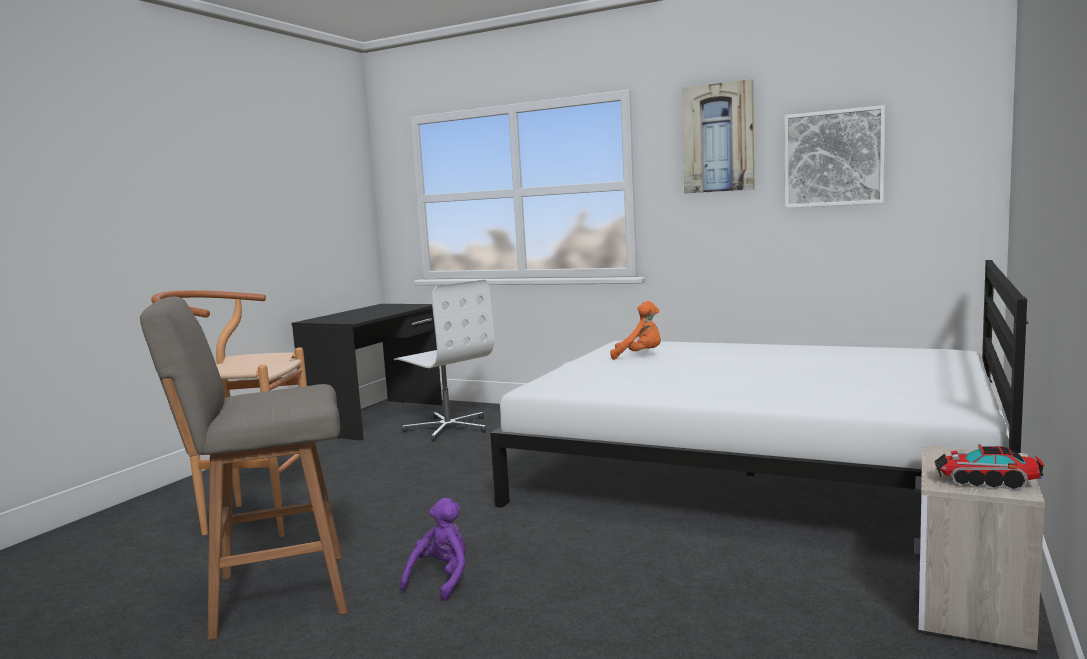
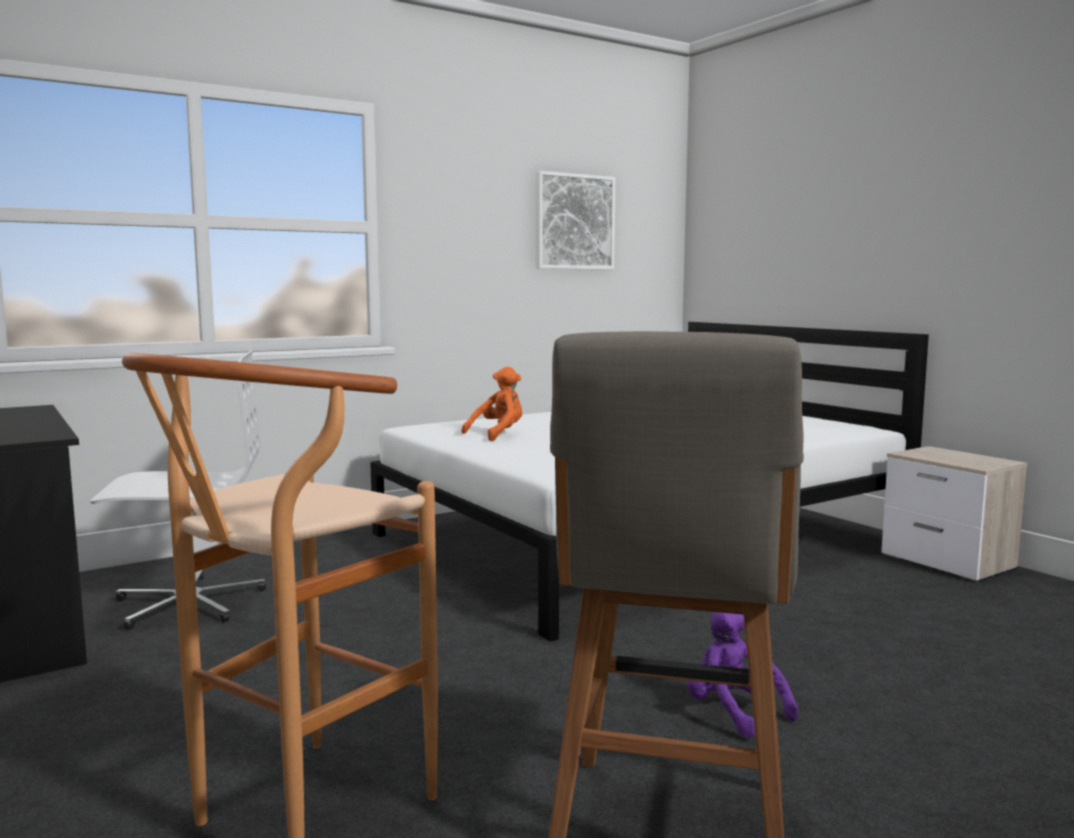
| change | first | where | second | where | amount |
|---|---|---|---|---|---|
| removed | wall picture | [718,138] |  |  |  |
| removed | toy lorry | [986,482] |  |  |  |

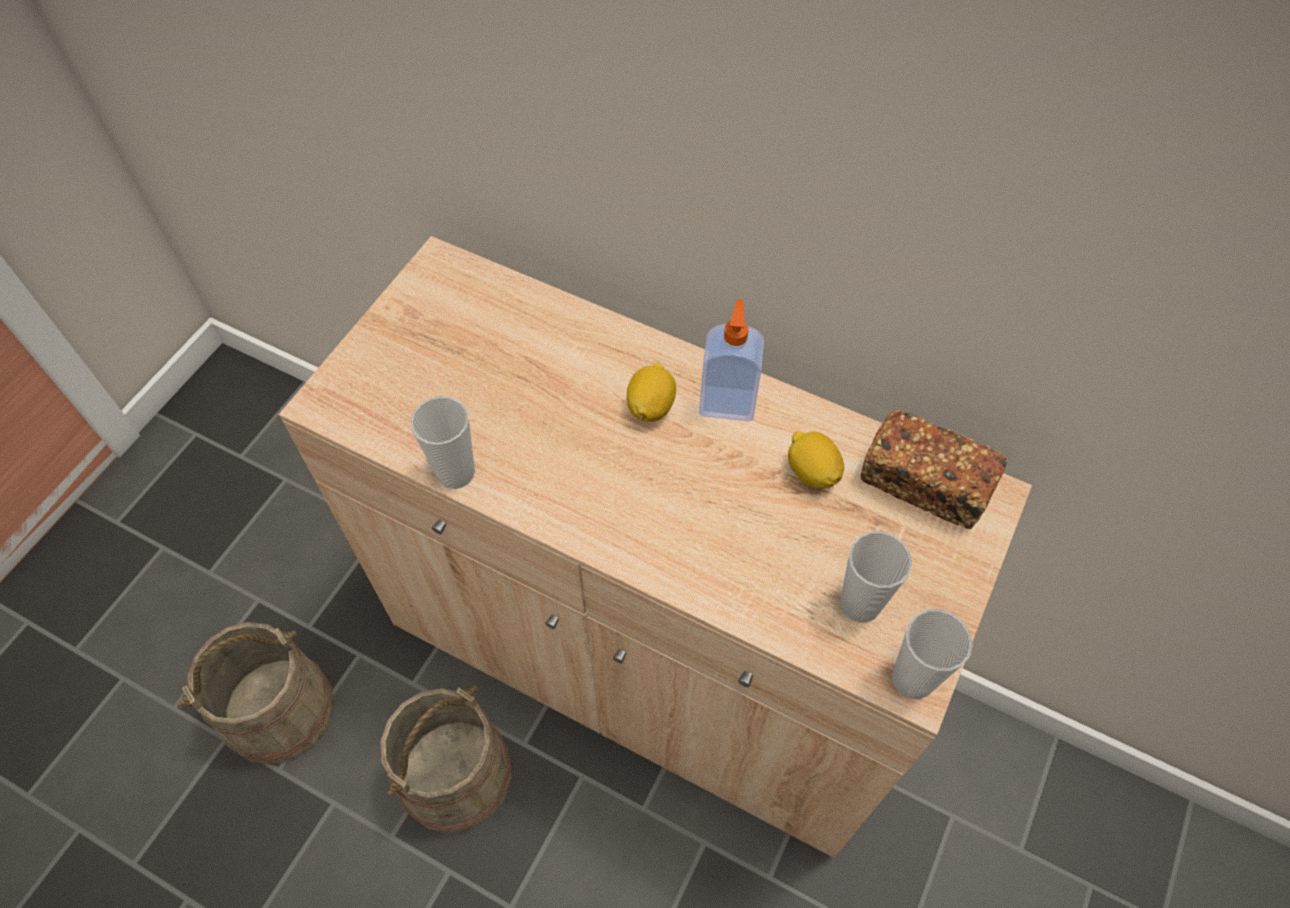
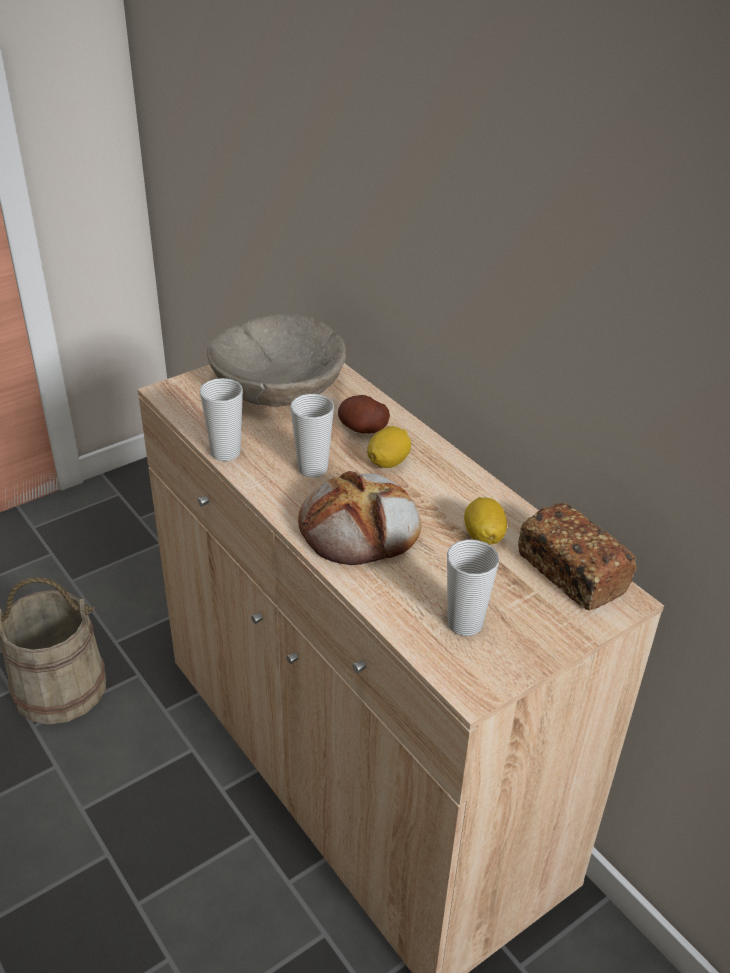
| change | first | where | second | where | amount |
|---|---|---|---|---|---|
| removed | beige pail | [455,774] |  |  |  |
| removed | liquid soap bottle | [727,402] |  |  |  |
| added |  |  | beige serving bowl | [278,384] |  |
| added |  |  | bakery bread | [361,527] |  |
| added |  |  | whole potato | [363,428] |  |
| moved | drinking cup | [912,679] |  | [313,469] |  |

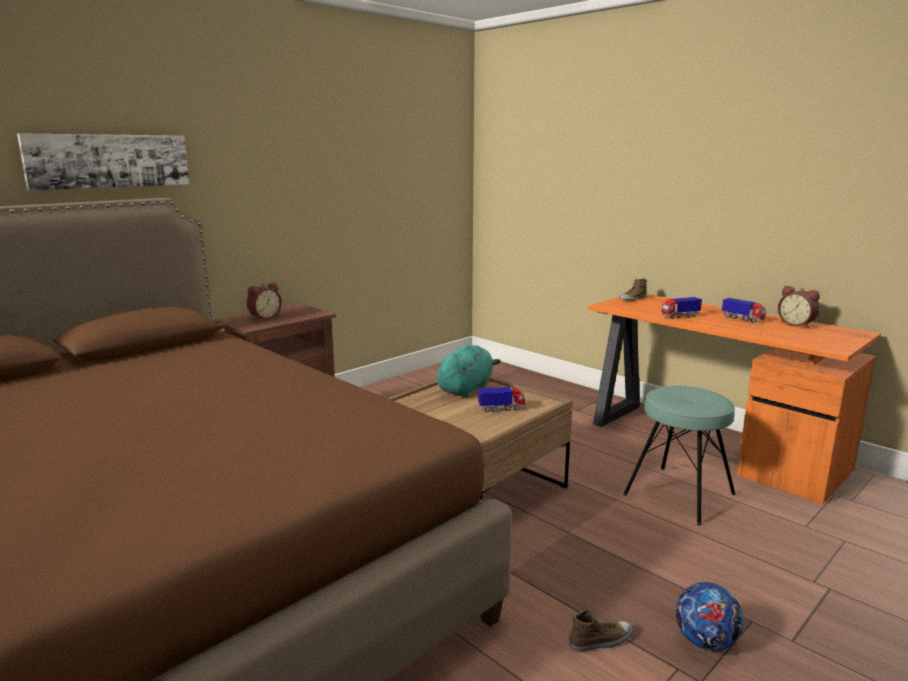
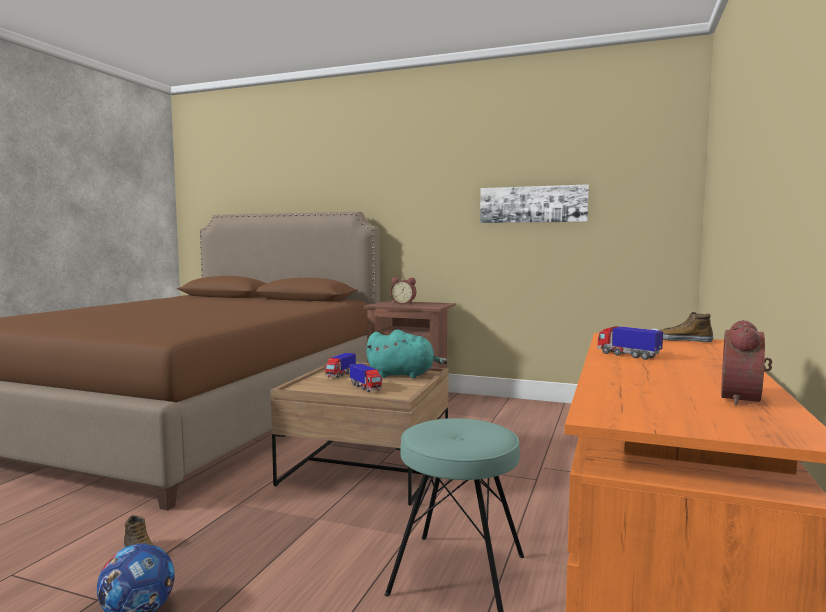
| change | first | where | second | where | amount |
|---|---|---|---|---|---|
| moved | wall picture | [109,161] |  | [533,204] |  |
| moved | toy lorry | [743,319] |  | [340,374] |  |

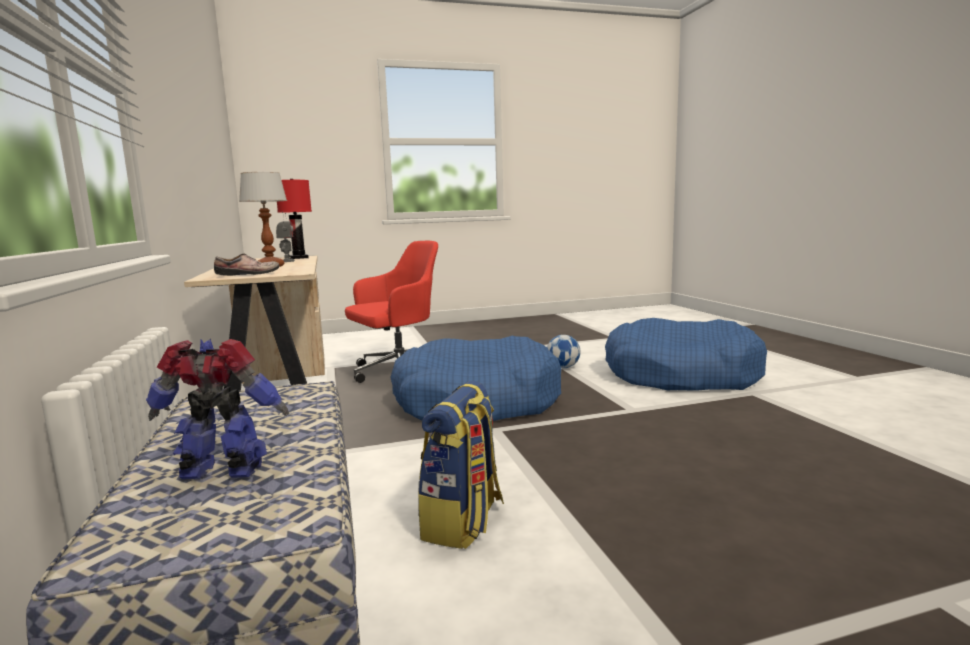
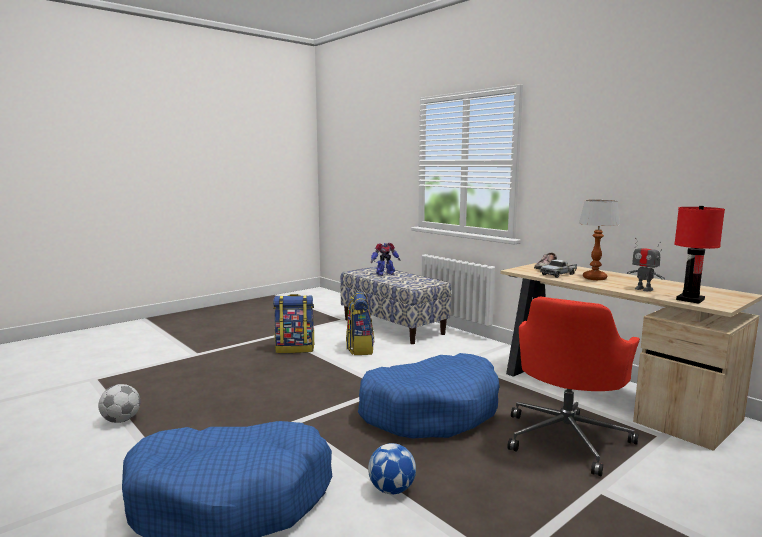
| change | first | where | second | where | amount |
|---|---|---|---|---|---|
| added |  |  | ball for football | [121,420] |  |
| added |  |  | knapsack | [295,349] |  |
| added |  |  | toy lorry | [559,274] |  |

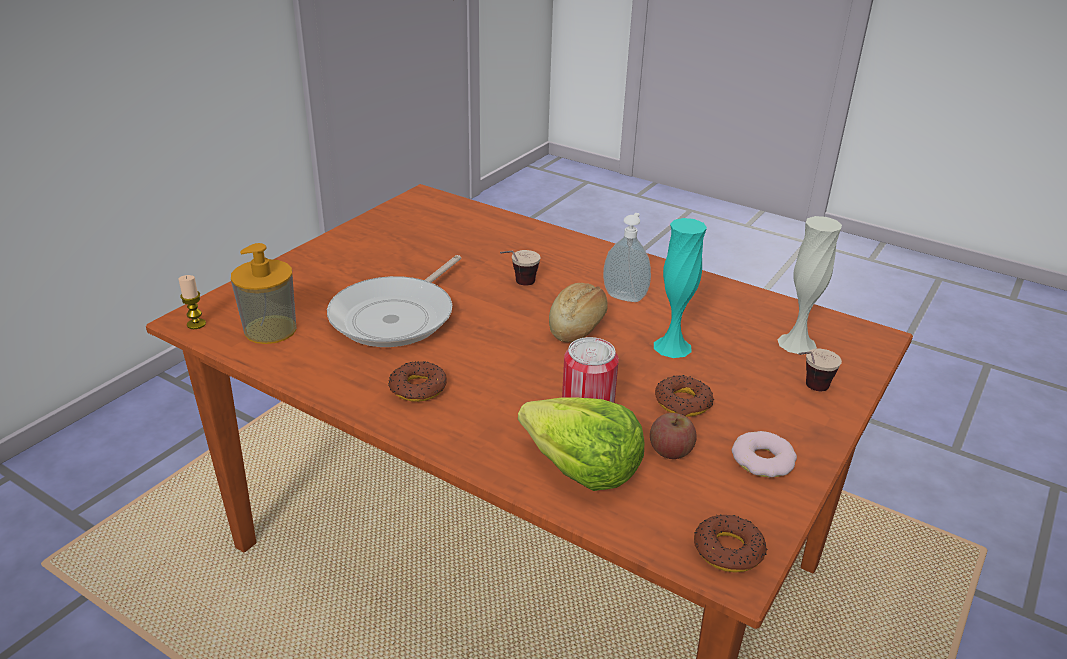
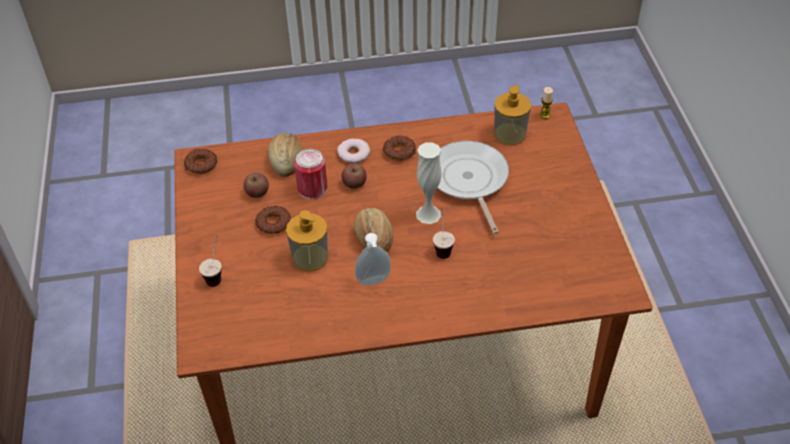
| change | first | where | second | where | amount |
|---|---|---|---|---|---|
| added |  |  | whole apple | [354,183] |  |
| moved | donut | [763,460] |  | [353,154] |  |
| moved | white decorative vase | [797,343] |  | [428,214] |  |
| replaced | head of lettuce | [581,469] | bakery bread | [286,161] |  |
| replaced | turquoise-coloured decorative vase | [672,347] | liquid soap bottle | [310,258] |  |

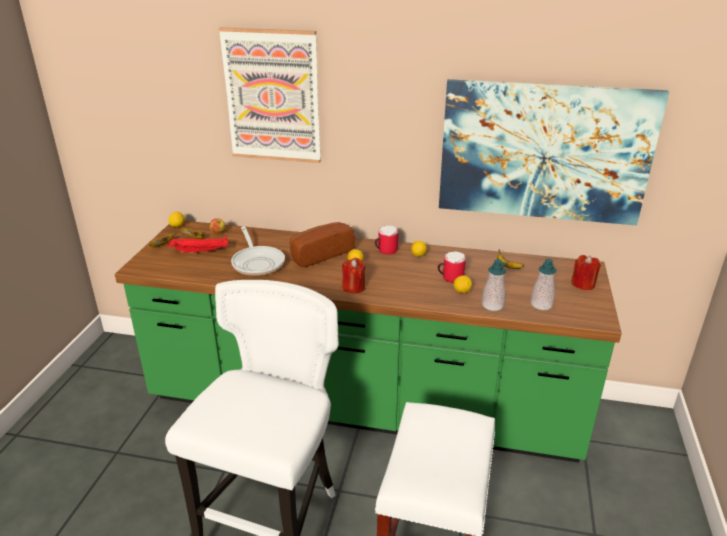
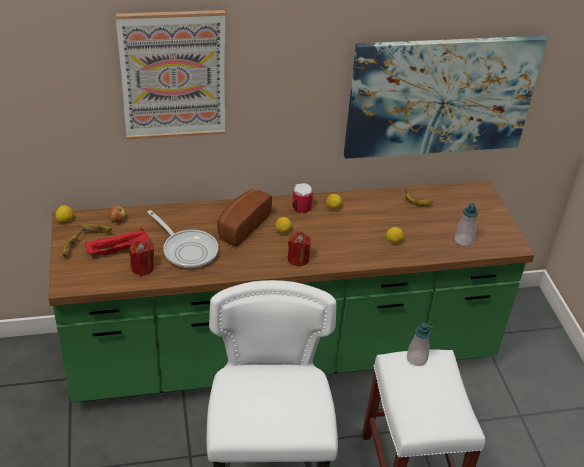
| change | first | where | second | where | amount |
|---|---|---|---|---|---|
| removed | coffee mug | [450,277] |  |  |  |
| moved | liquid soap bottle | [492,305] |  | [416,359] |  |
| moved | red candle | [583,284] |  | [142,268] |  |

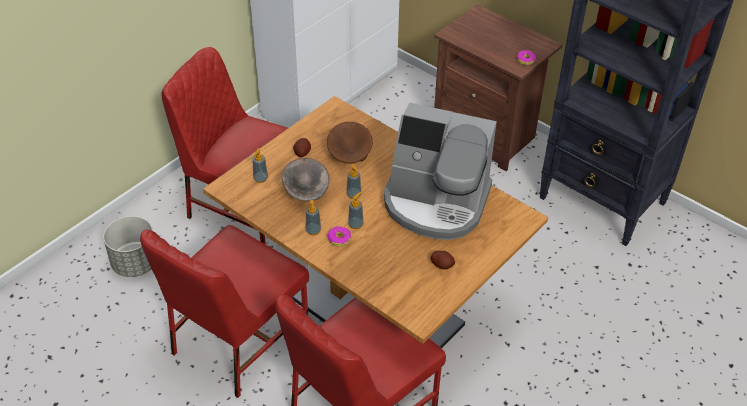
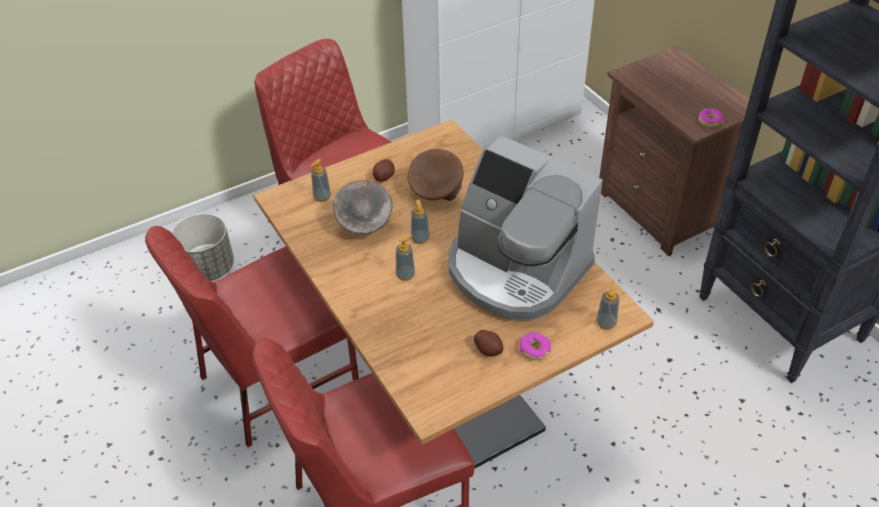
| change | first | where | second | where | amount |
|---|---|---|---|---|---|
| moved | liquid soap bottle | [313,230] |  | [606,323] |  |
| moved | donut | [339,239] |  | [534,349] |  |

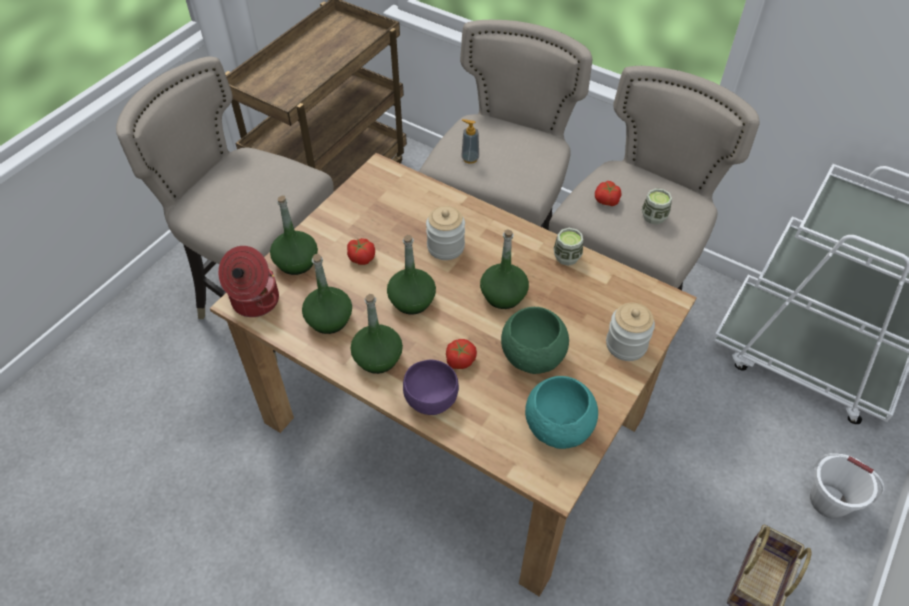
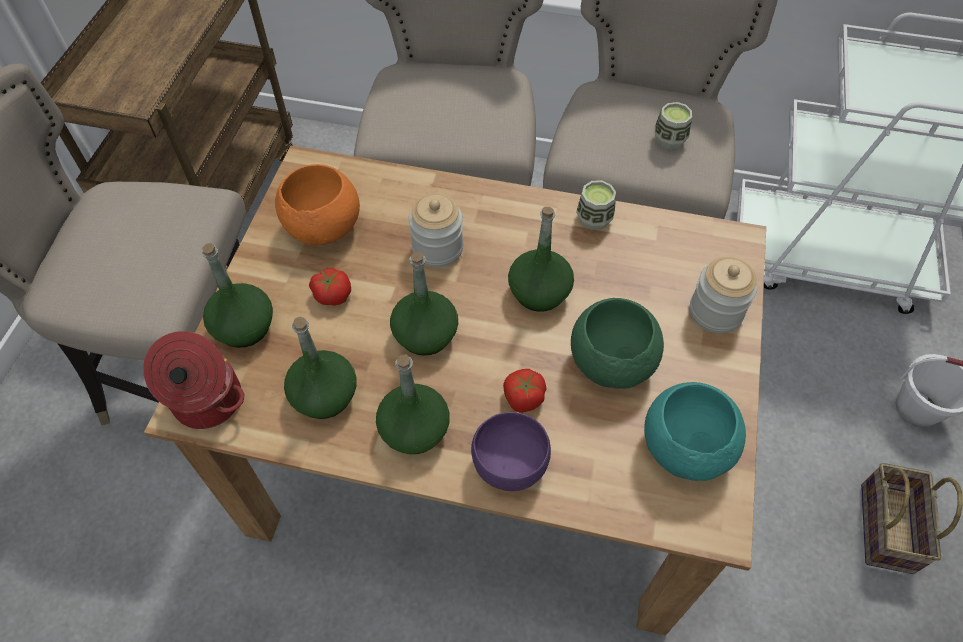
| change | first | where | second | where | amount |
|---|---|---|---|---|---|
| removed | liquid soap bottle | [470,158] |  |  |  |
| removed | fresh tomato | [606,200] |  |  |  |
| added |  |  | orange serving bowl | [321,226] |  |

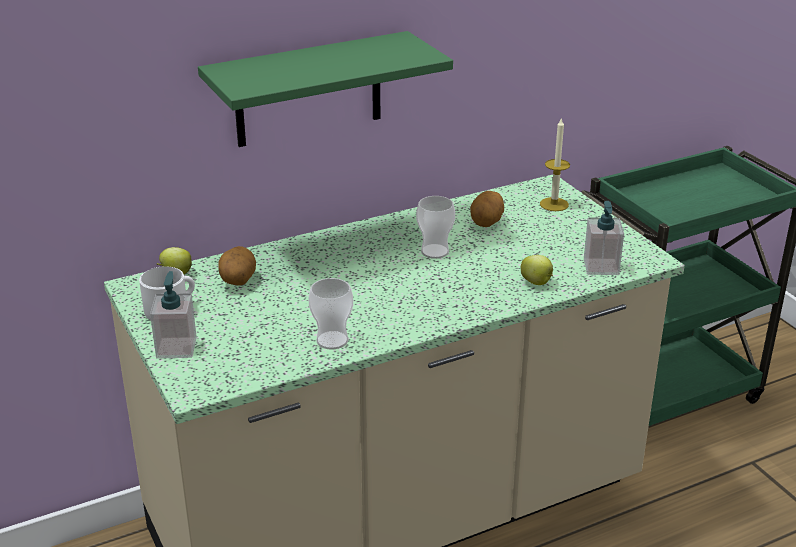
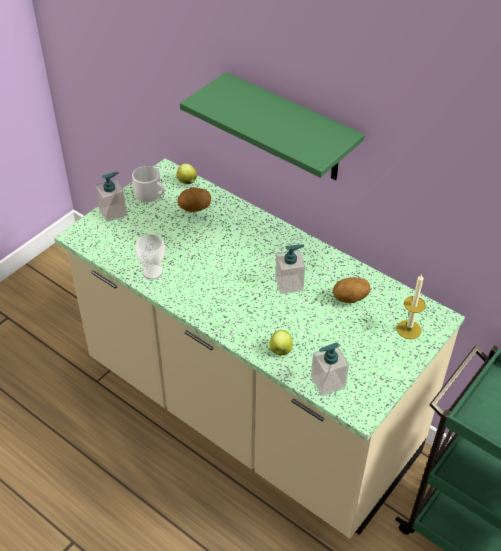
| change | first | where | second | where | amount |
|---|---|---|---|---|---|
| replaced | drinking cup | [435,251] | liquid soap bottle | [289,284] |  |

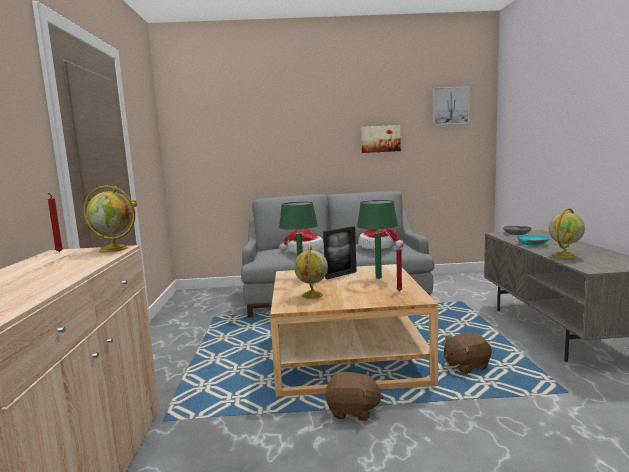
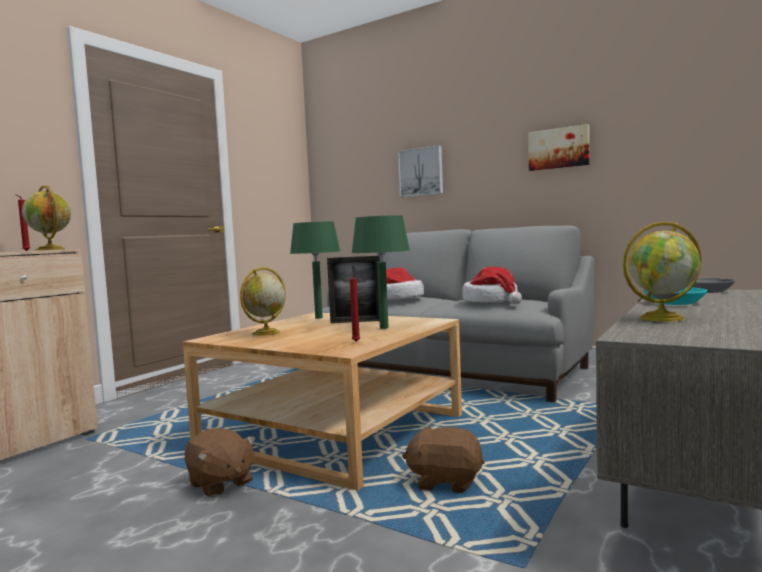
| change | first | where | second | where | amount |
|---|---|---|---|---|---|
| moved | wall picture | [450,106] |  | [421,172] |  |

